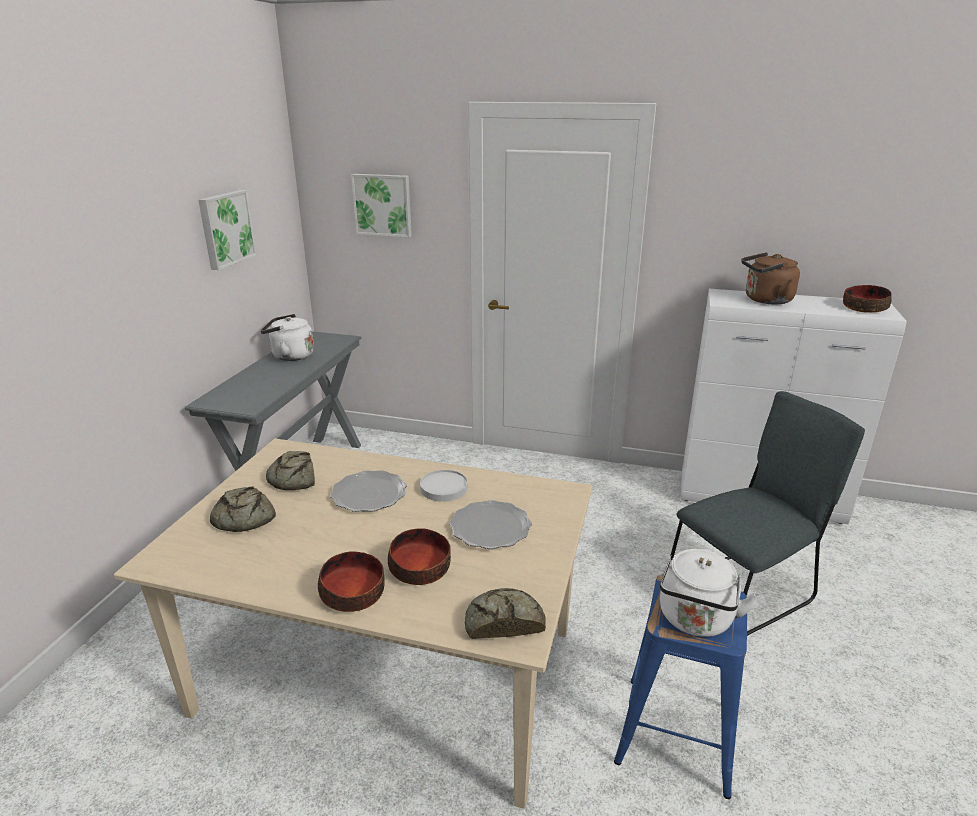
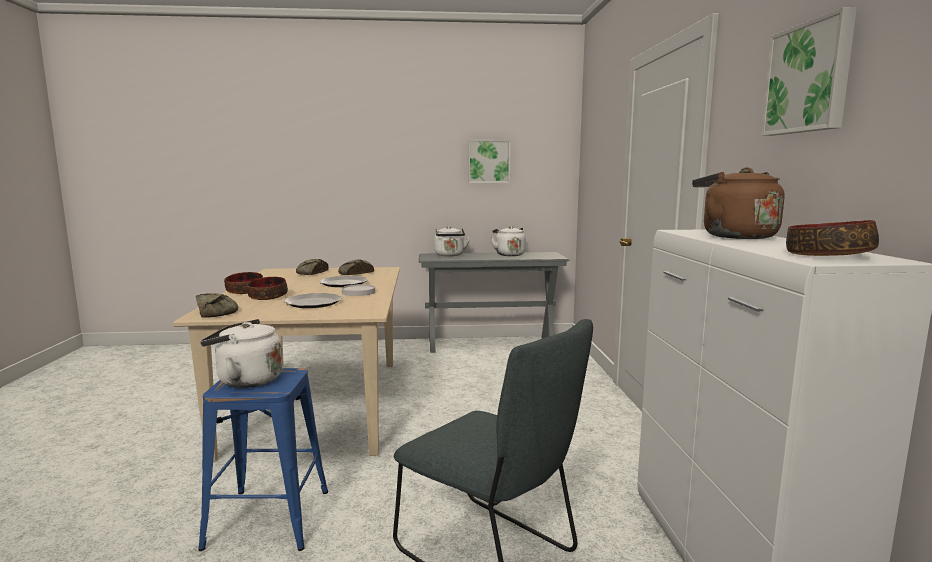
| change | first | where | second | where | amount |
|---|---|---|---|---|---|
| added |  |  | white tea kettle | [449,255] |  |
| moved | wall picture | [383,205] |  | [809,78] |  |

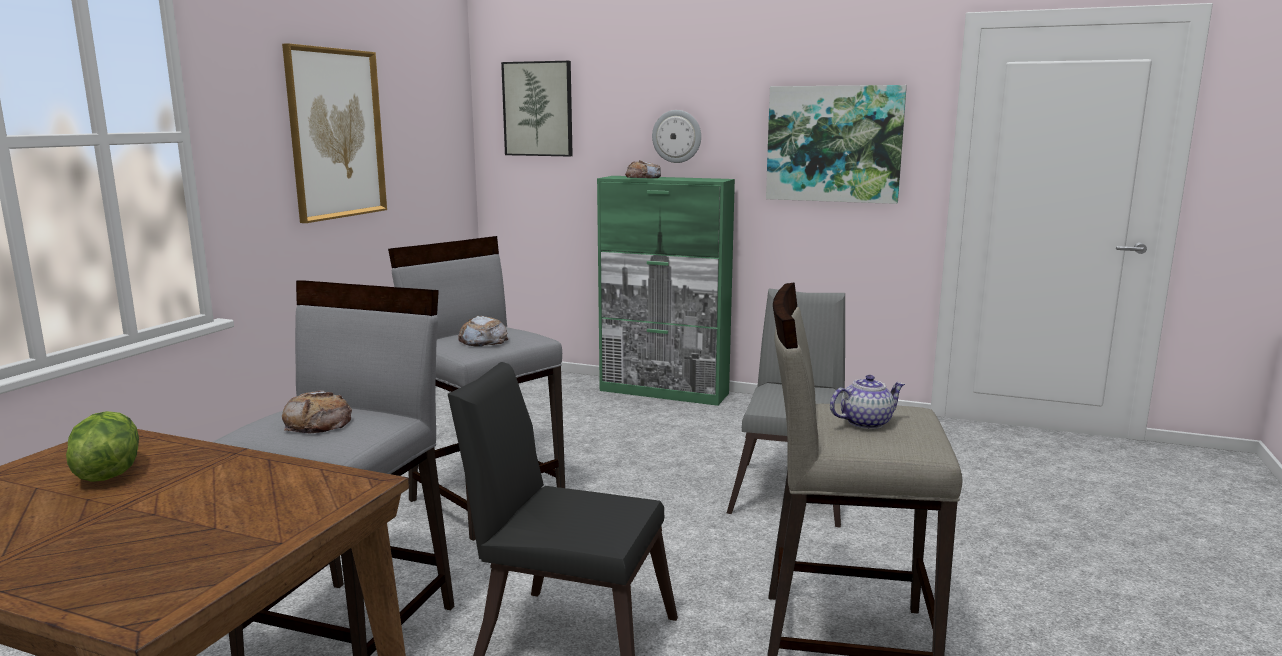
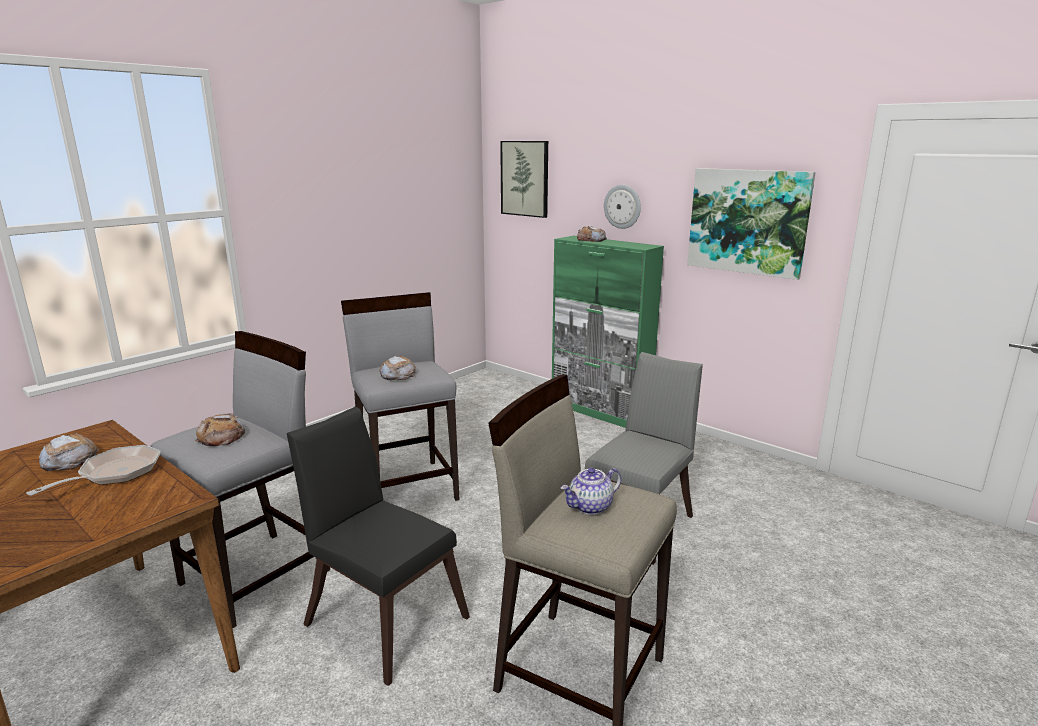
| change | first | where | second | where | amount |
|---|---|---|---|---|---|
| removed | wall picture | [336,134] |  |  |  |
| added |  |  | frying pan | [115,473] |  |
| replaced | head of lettuce | [107,472] | bakery bread | [69,459] |  |
| turned | tea pot | [866,422] |  | [590,507] | 150 degrees clockwise |

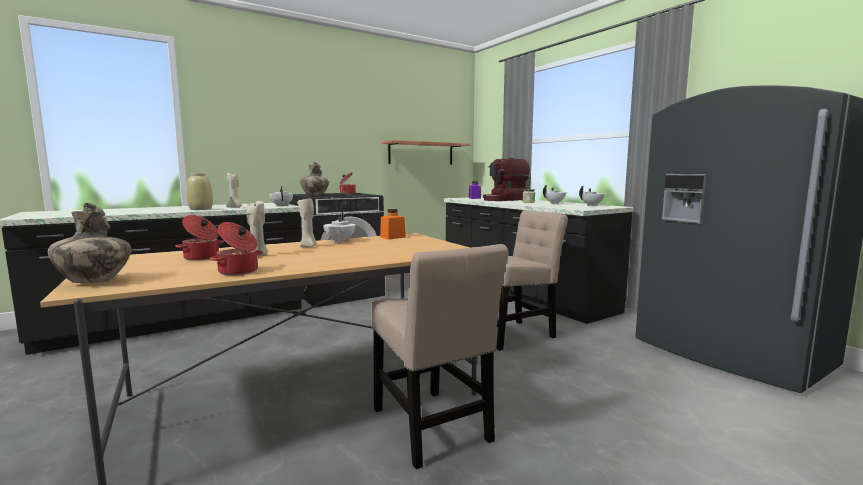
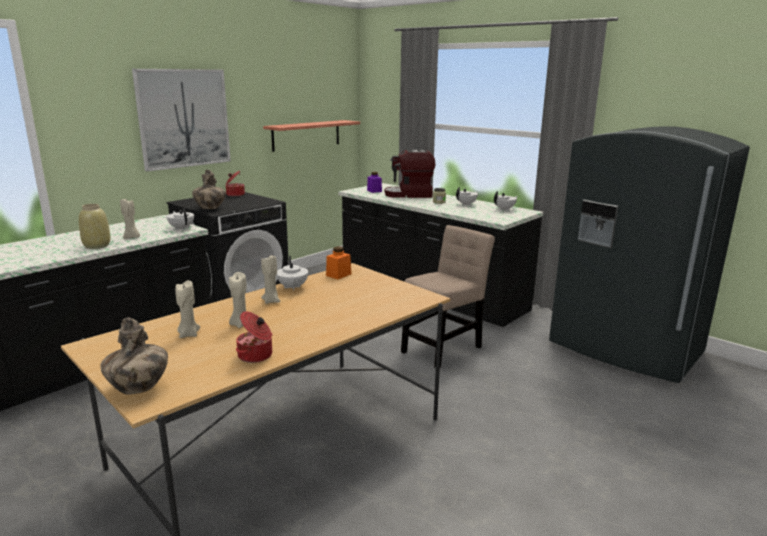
| change | first | where | second | where | amount |
|---|---|---|---|---|---|
| removed | beige plain chair | [432,429] |  |  |  |
| added |  |  | wall picture | [184,118] |  |
| replaced | cooking pot | [202,258] | beige candle | [188,334] |  |
| turned | coffee machine | [504,199] |  | [409,195] | 45 degrees clockwise |

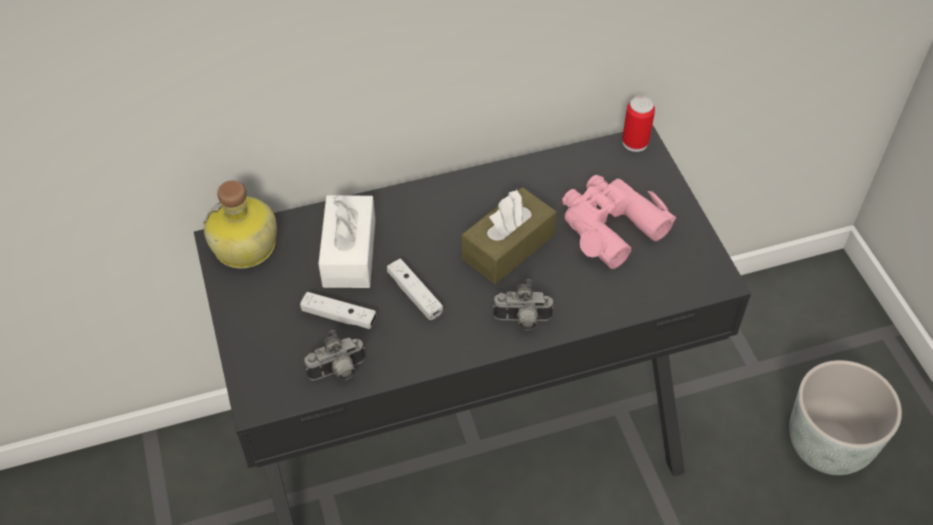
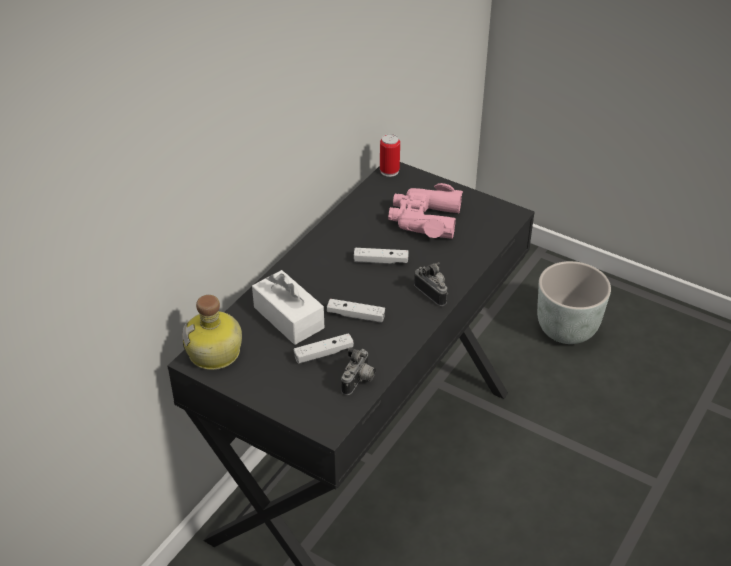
| change | first | where | second | where | amount |
|---|---|---|---|---|---|
| replaced | brownish tissue holder | [508,247] | white game controller | [381,261] |  |
| turned | still camera | [522,321] |  | [433,292] | 90 degrees counterclockwise |

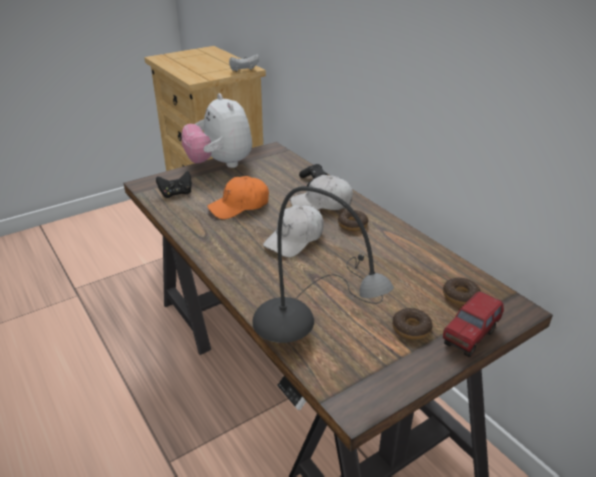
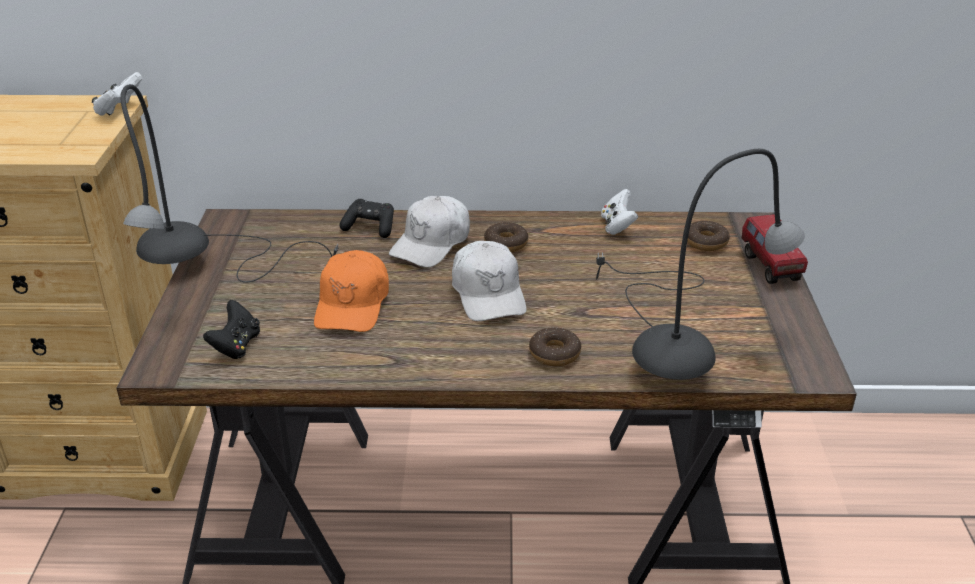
| change | first | where | second | where | amount |
|---|---|---|---|---|---|
| added |  |  | white game controller | [617,226] |  |
| moved | donut | [411,328] |  | [554,353] |  |
| replaced | cuddly toy | [220,164] | gray tabletop lamp | [204,277] |  |

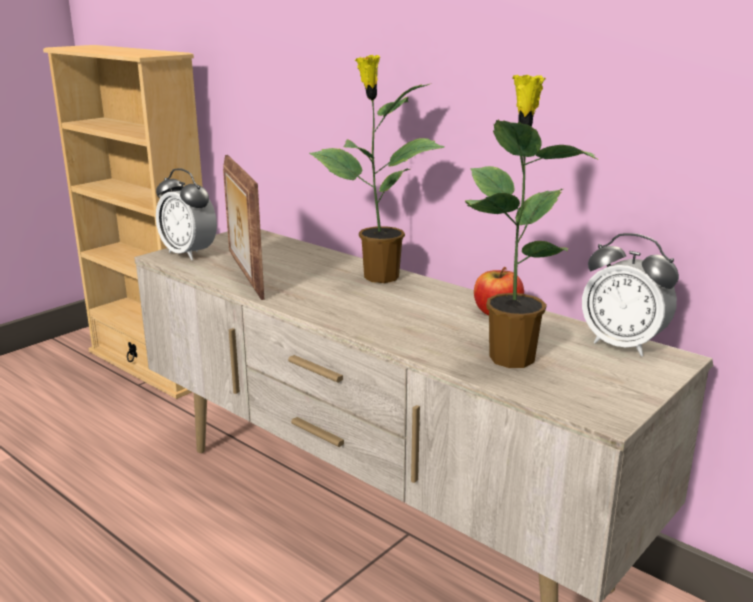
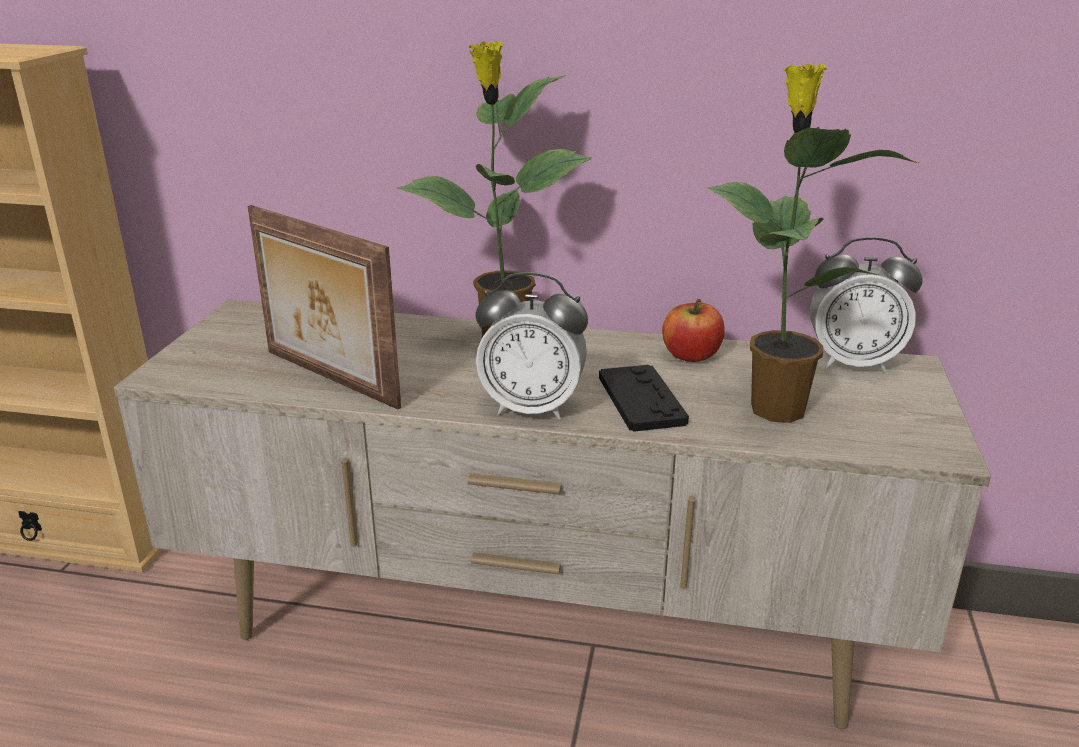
| change | first | where | second | where | amount |
|---|---|---|---|---|---|
| added |  |  | black game controller | [641,400] |  |
| moved | table clock | [189,254] |  | [532,408] |  |

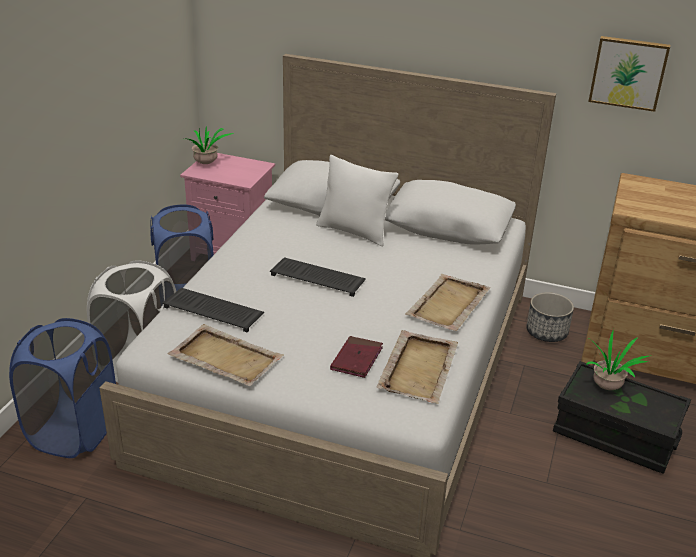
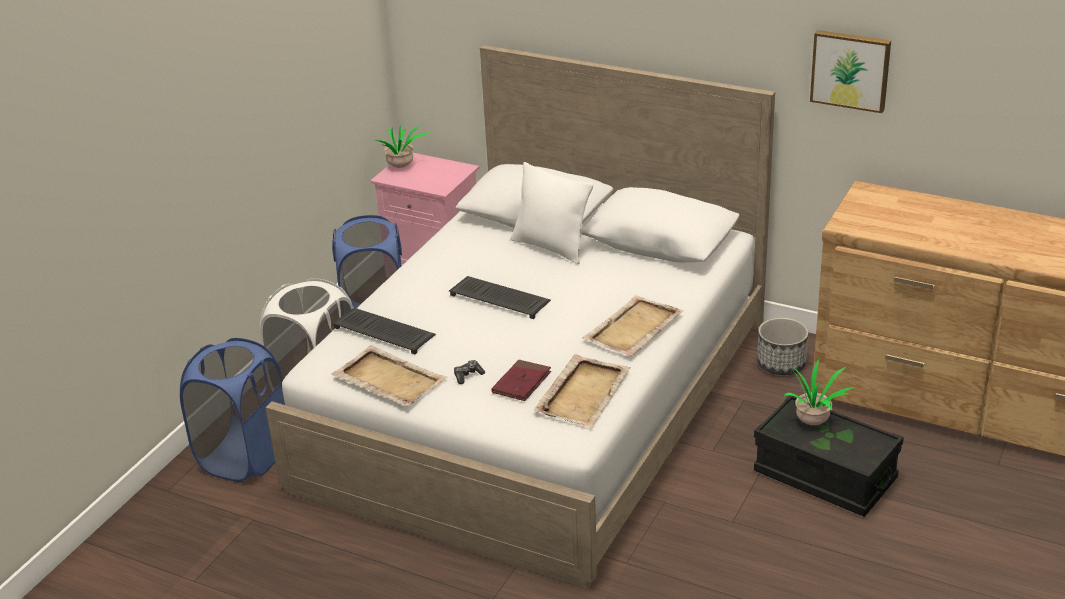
| change | first | where | second | where | amount |
|---|---|---|---|---|---|
| added |  |  | game controller | [468,375] |  |

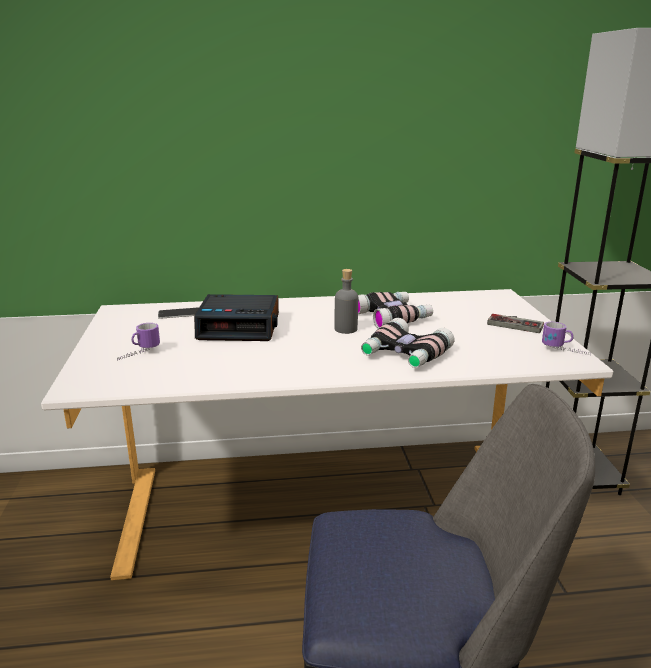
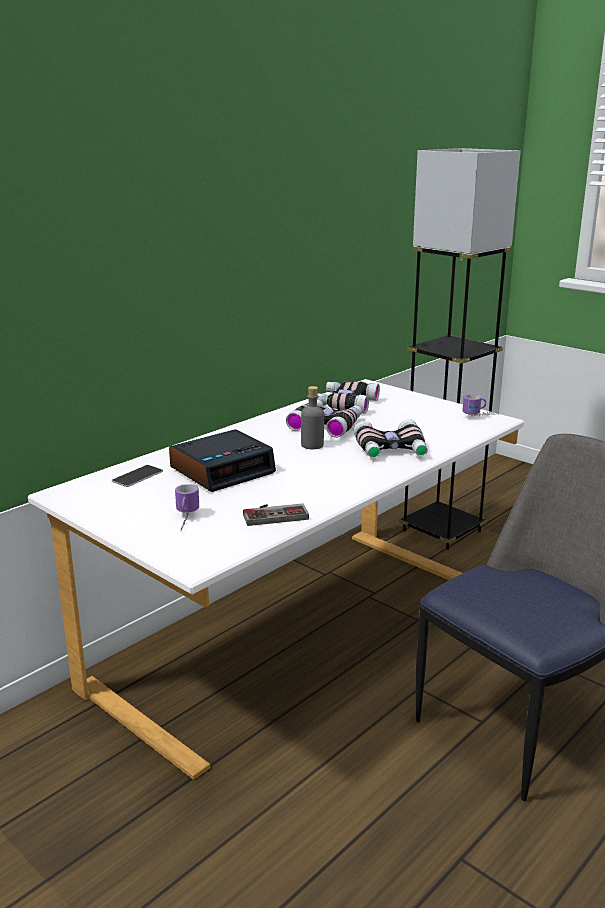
| change | first | where | second | where | amount |
|---|---|---|---|---|---|
| added |  |  | binoculars | [345,404] |  |
| moved | game controller | [516,323] |  | [274,513] |  |

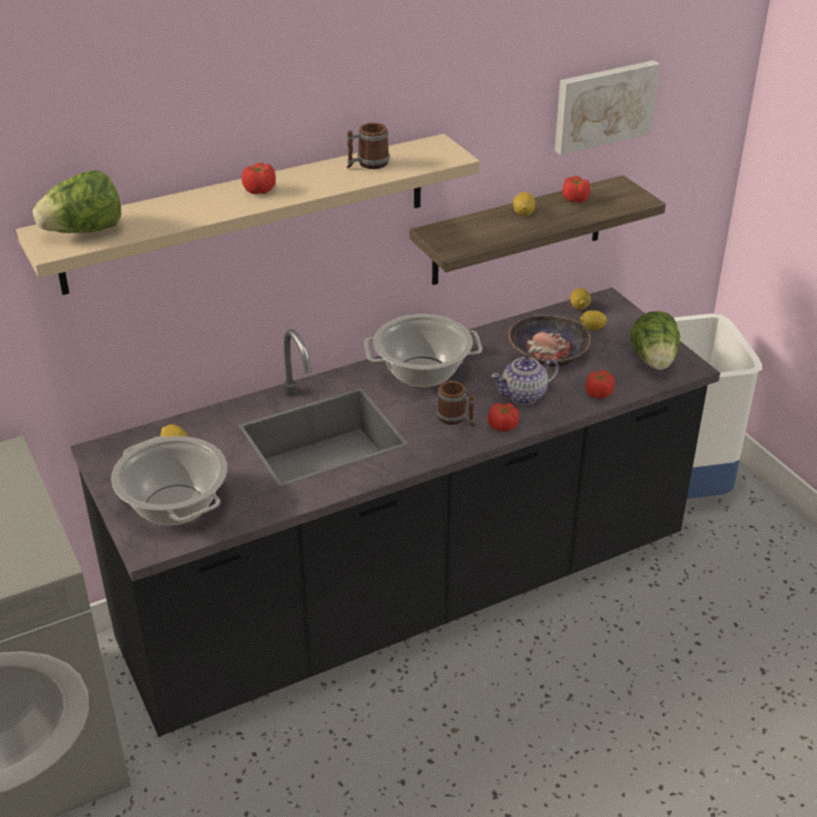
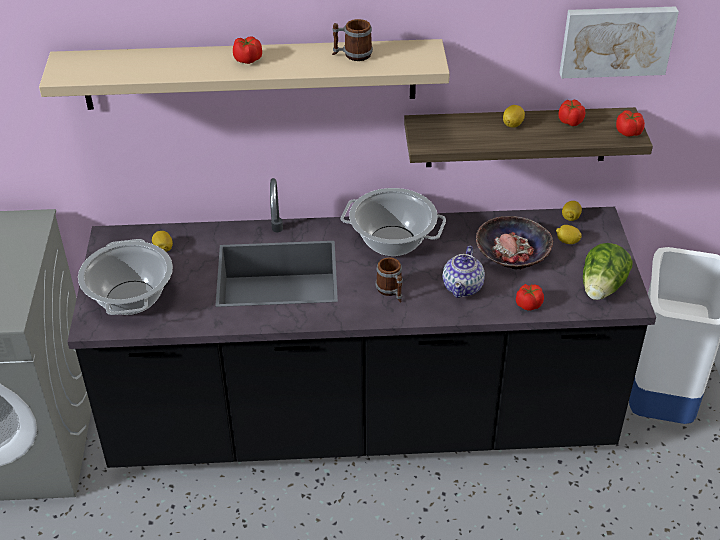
| change | first | where | second | where | amount |
|---|---|---|---|---|---|
| removed | head of lettuce | [84,231] |  |  |  |
| moved | fresh tomato | [503,426] |  | [628,132] |  |
| turned | tea pot | [524,395] |  | [463,287] | 75 degrees counterclockwise |

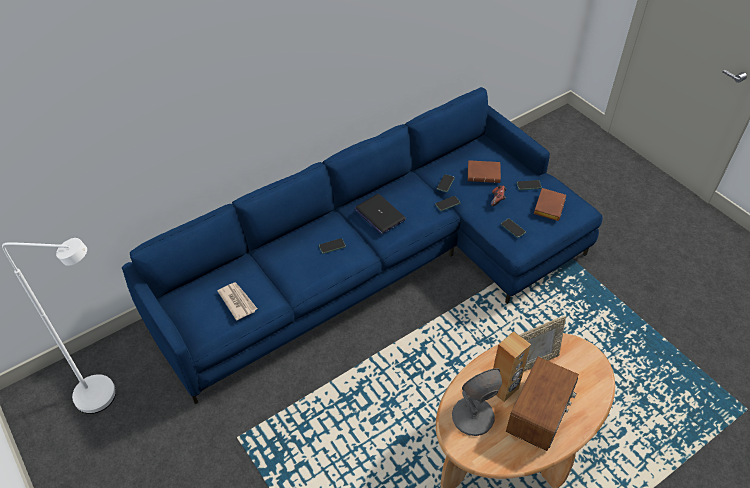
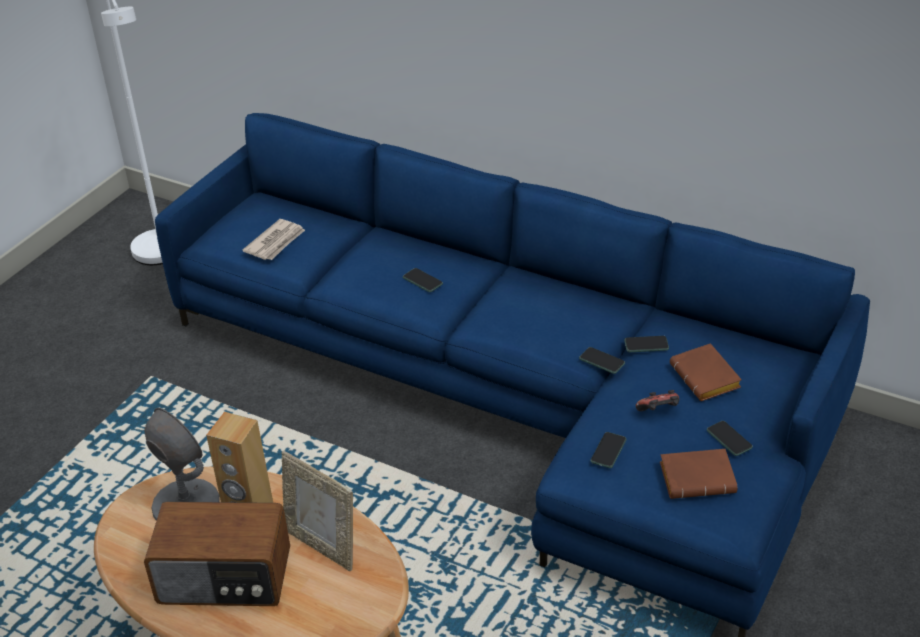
| change | first | where | second | where | amount |
|---|---|---|---|---|---|
| removed | portable computer | [379,214] |  |  |  |

